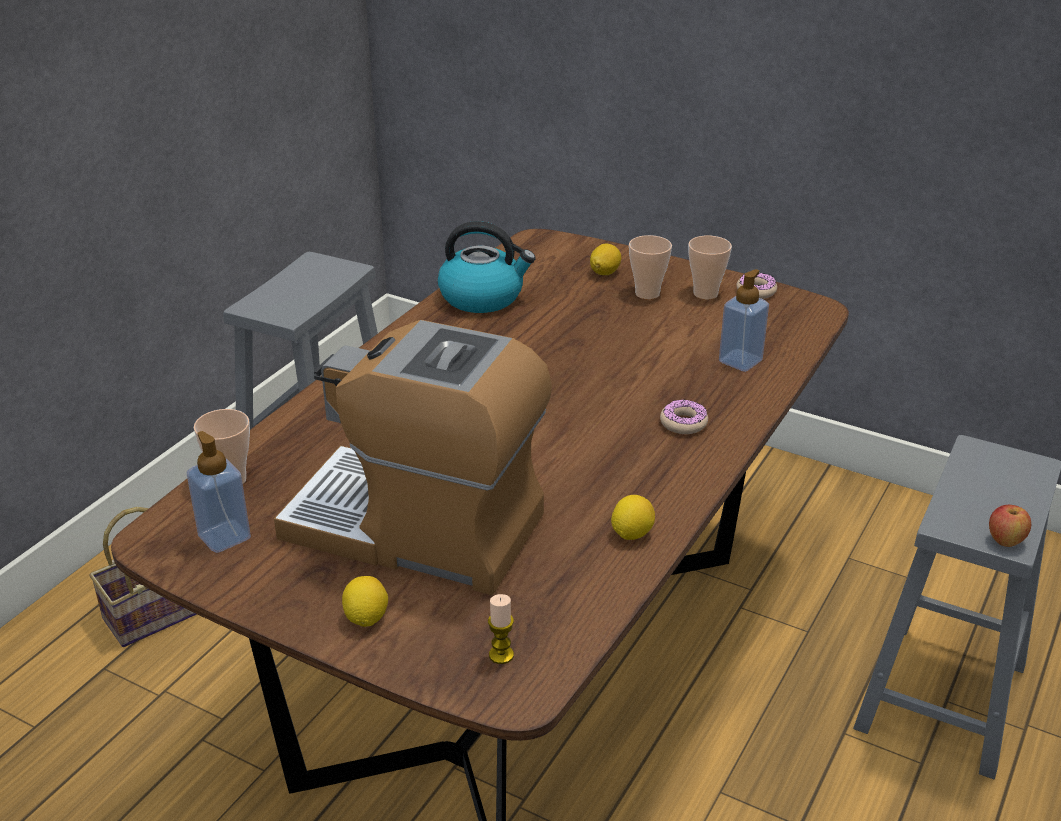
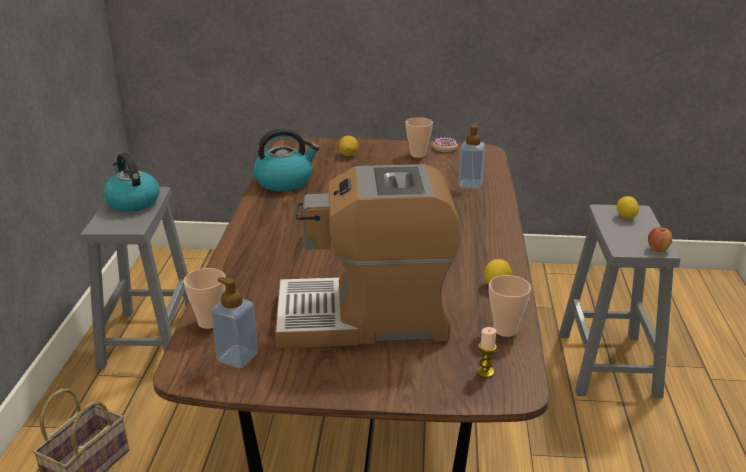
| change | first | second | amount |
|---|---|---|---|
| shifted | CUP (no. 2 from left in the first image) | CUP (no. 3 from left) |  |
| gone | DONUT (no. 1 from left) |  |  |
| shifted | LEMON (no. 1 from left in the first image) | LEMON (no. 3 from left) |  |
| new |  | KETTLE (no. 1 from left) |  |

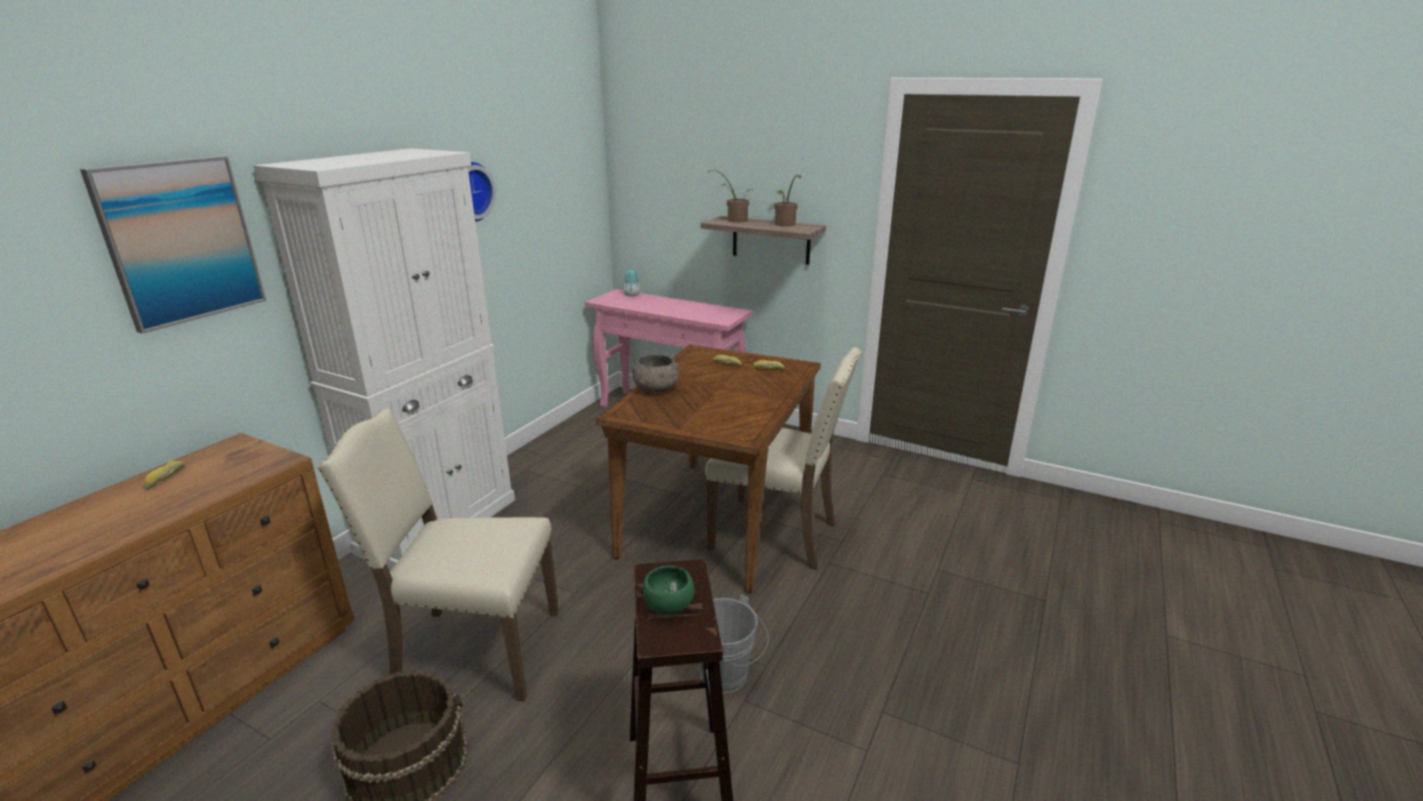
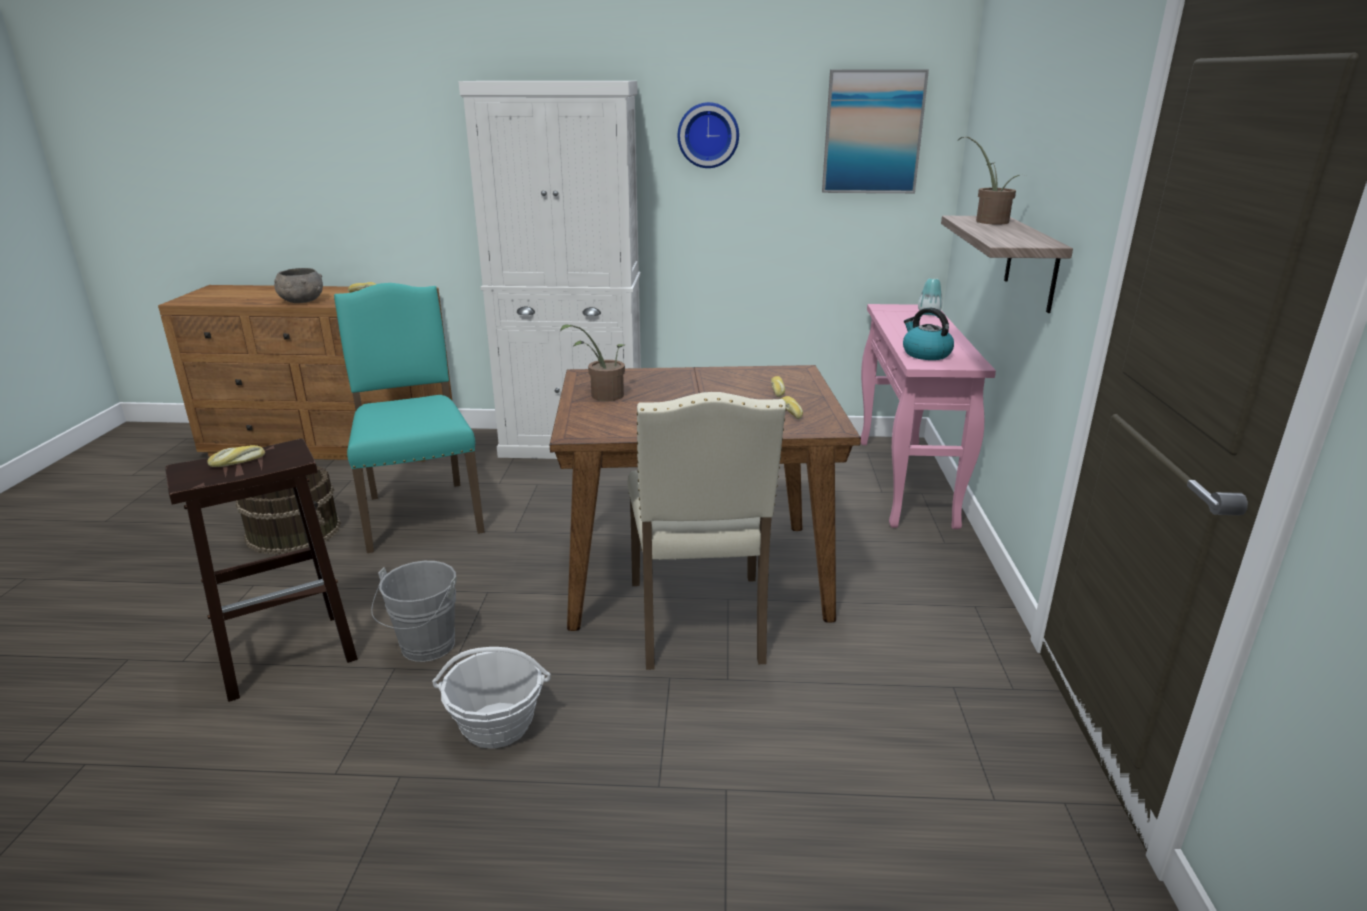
| change | first | second | amount |
|---|---|---|---|
| shifted | PICTURE |  |  |
| shifted | POTTED PLANT (no. 2 from left in the first image) | POTTED PLANT (no. 1 from left) |  |
| shifted | GREY BOWL |  |  |
| repainted | BEIGE CHAIR (no. 1 from left) | TURQUOISE CHAIR |  |
| swapped | GREEN BOWL | BREAD (no. 1 from left) |  |
| new |  | KETTLE |  |
| new |  | BASKET |  |

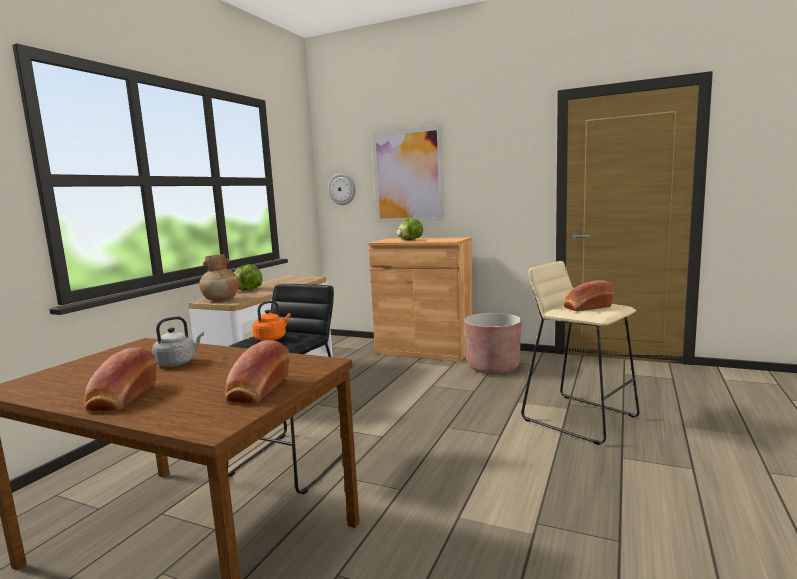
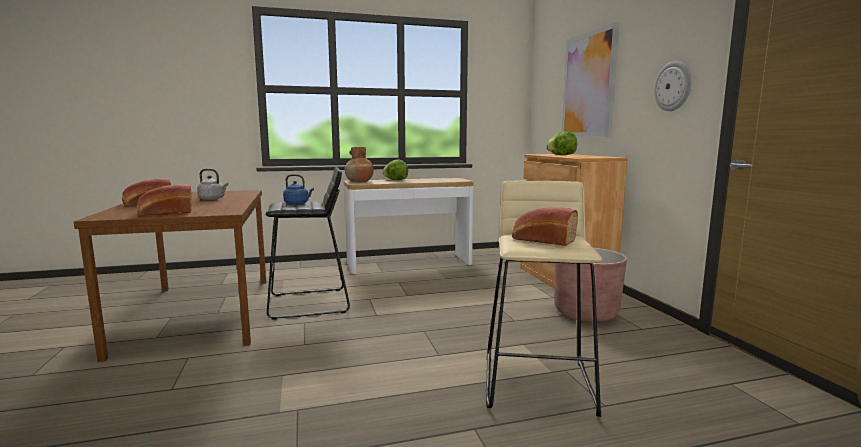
| change | first | second | amount |
|---|---|---|---|
| shifted | WALL CLOCK |  |  |
| repainted | ORANGE KETTLE | BLUE KETTLE |  |

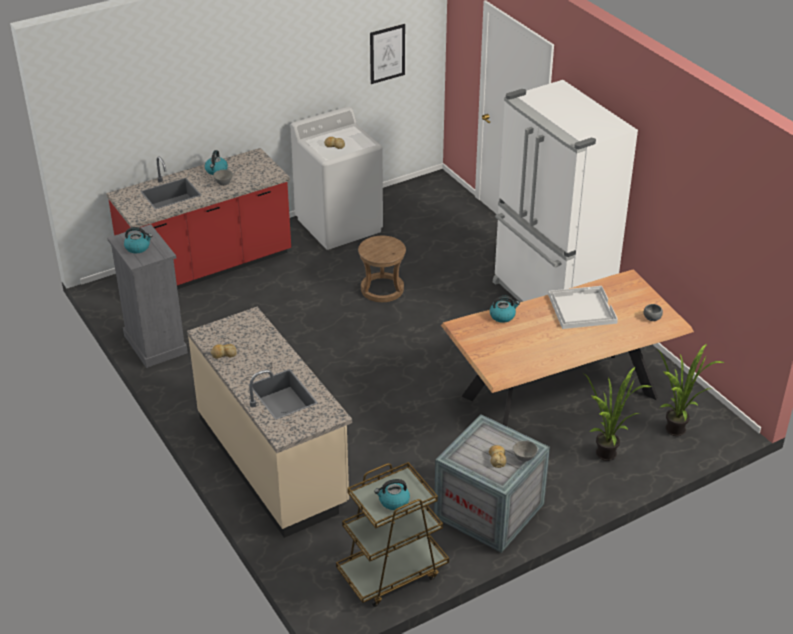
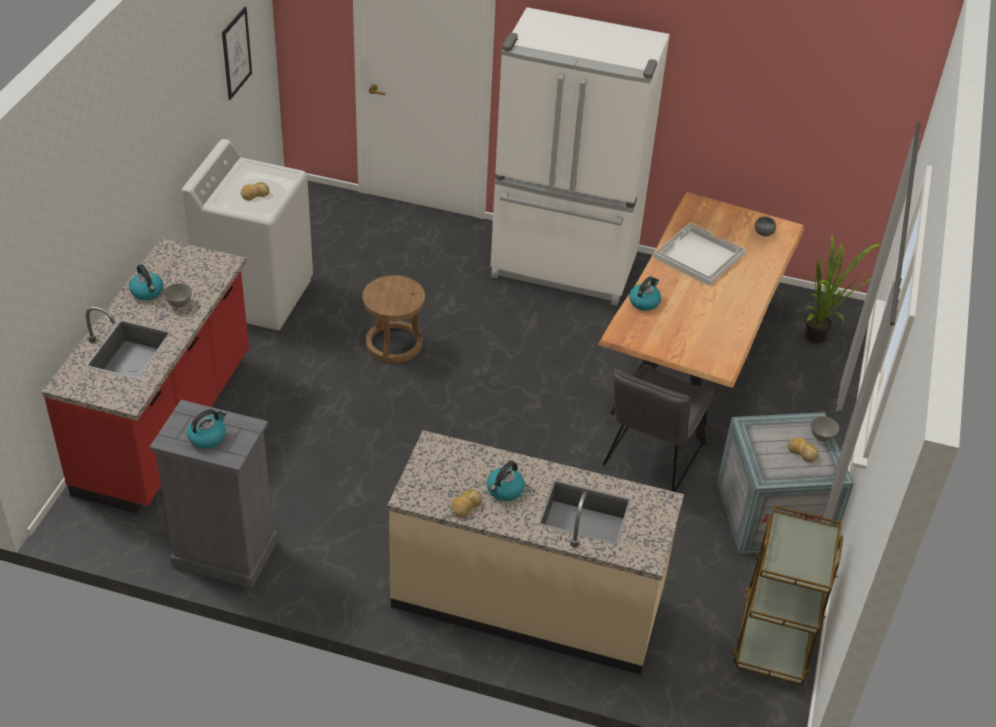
| change | first | second | amount |
|---|---|---|---|
| gone | POTTED PLANT (no. 1 from left) |  |  |
| shifted | KETTLE (no. 3 from left) |  |  |
| new |  | GREY CHAIR |  |

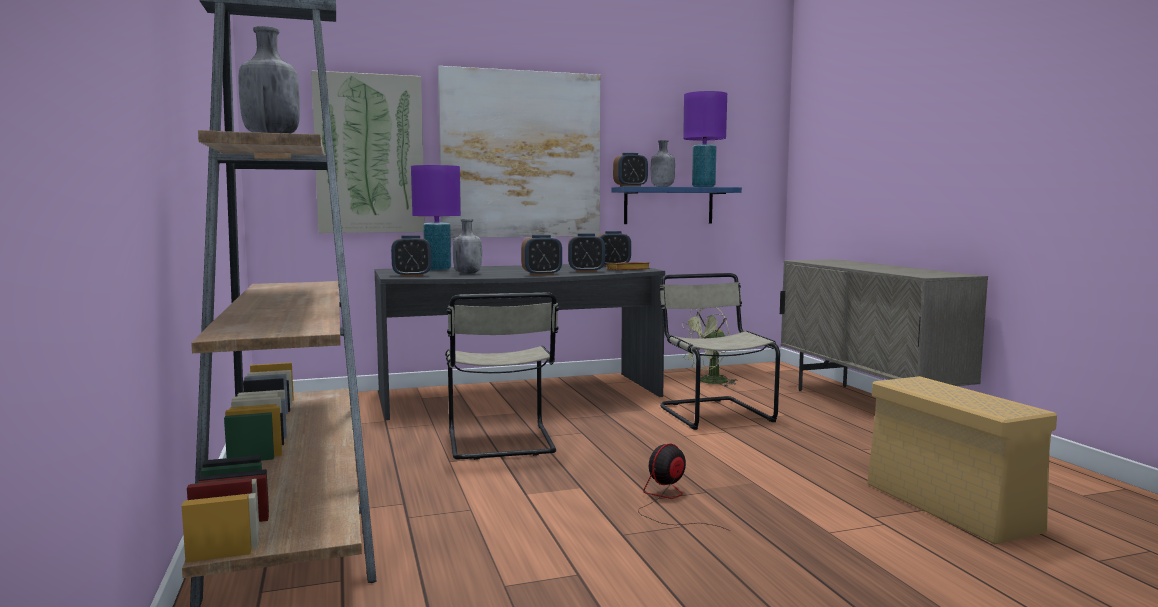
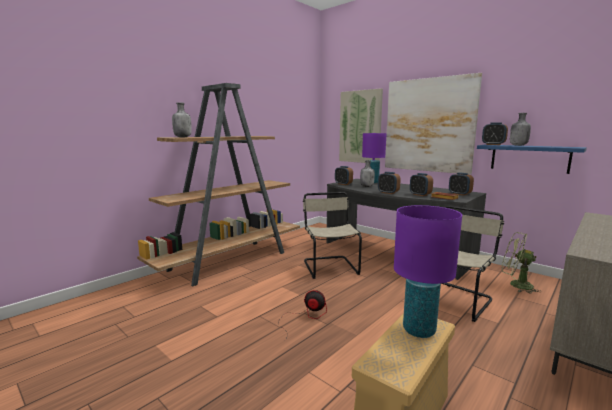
| change | first | second | amount |
|---|---|---|---|
| shifted | PURPLE TABLE LAMP (no. 2 from left) |  |  |
| rotated | BEIGE CHAIR (no. 1 from left) |  | 120 degrees clockwise |

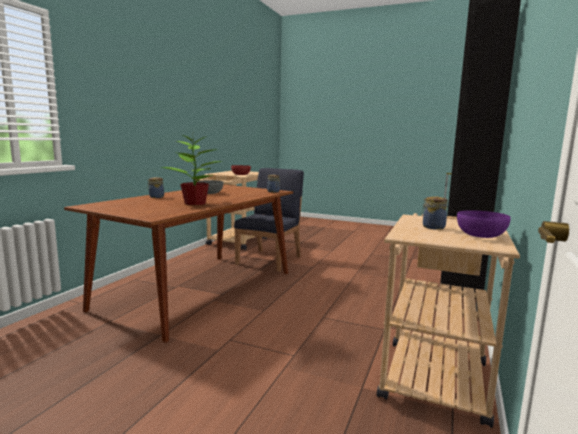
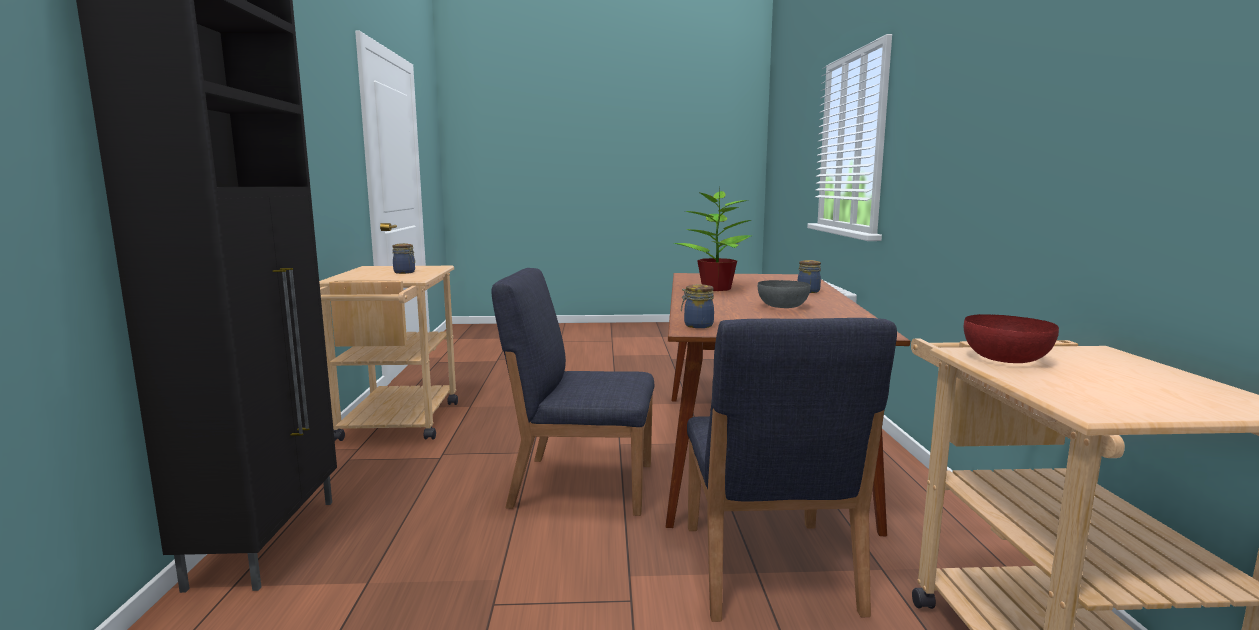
| change | first | second | amount |
|---|---|---|---|
| gone | PURPLE BOWL |  |  |
| new |  | BLUE CHAIR (no. 1 from left) |  |

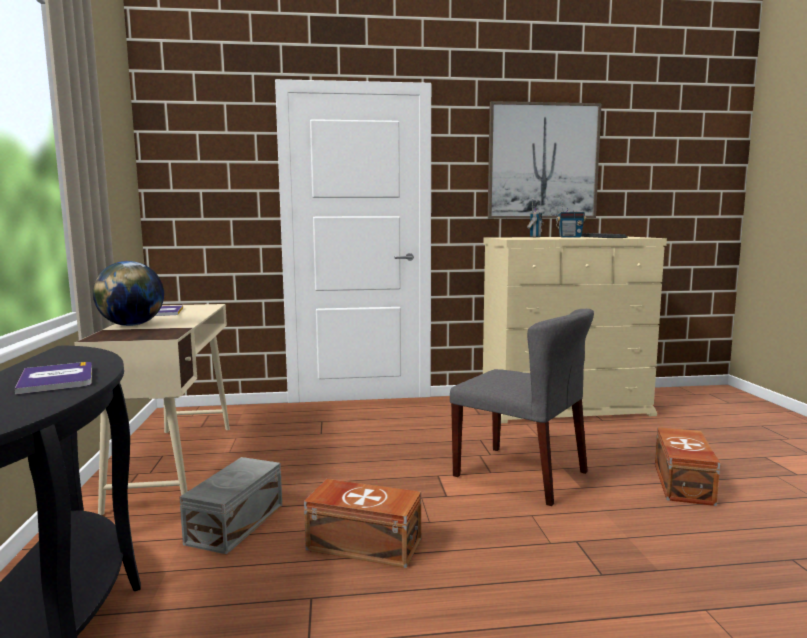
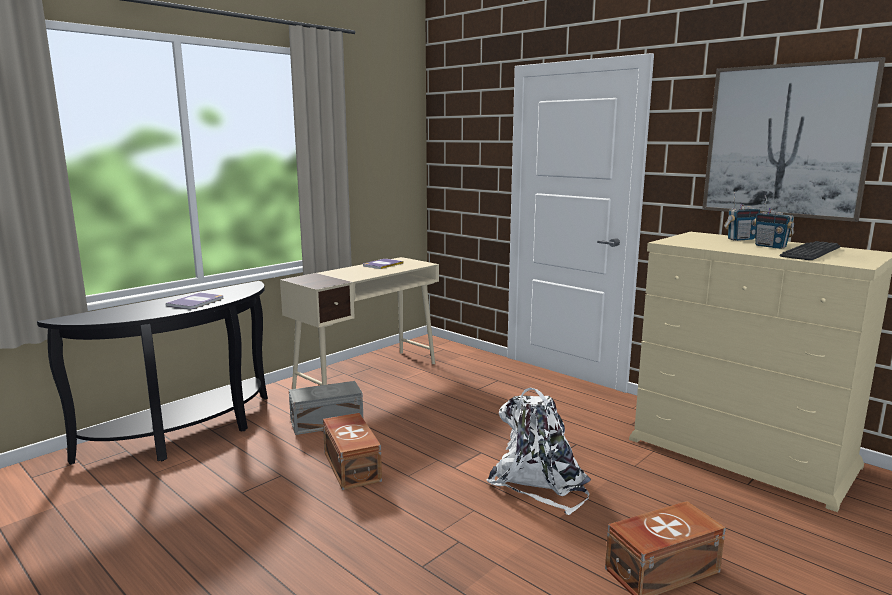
| change | first | second | amount |
|---|---|---|---|
| gone | GLOBE |  |  |
| swapped | GREY CHAIR | WHITE BACKPACK |  |

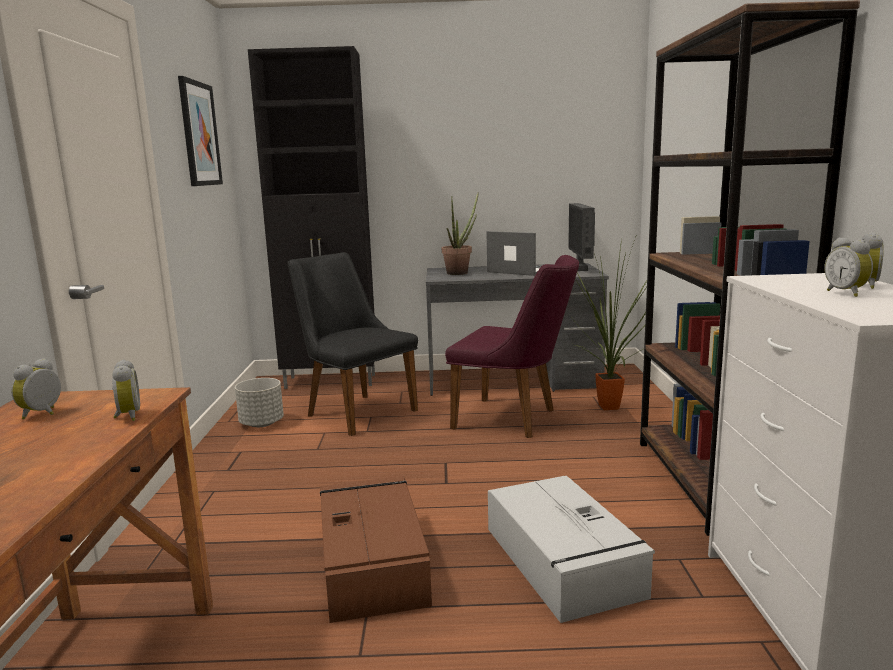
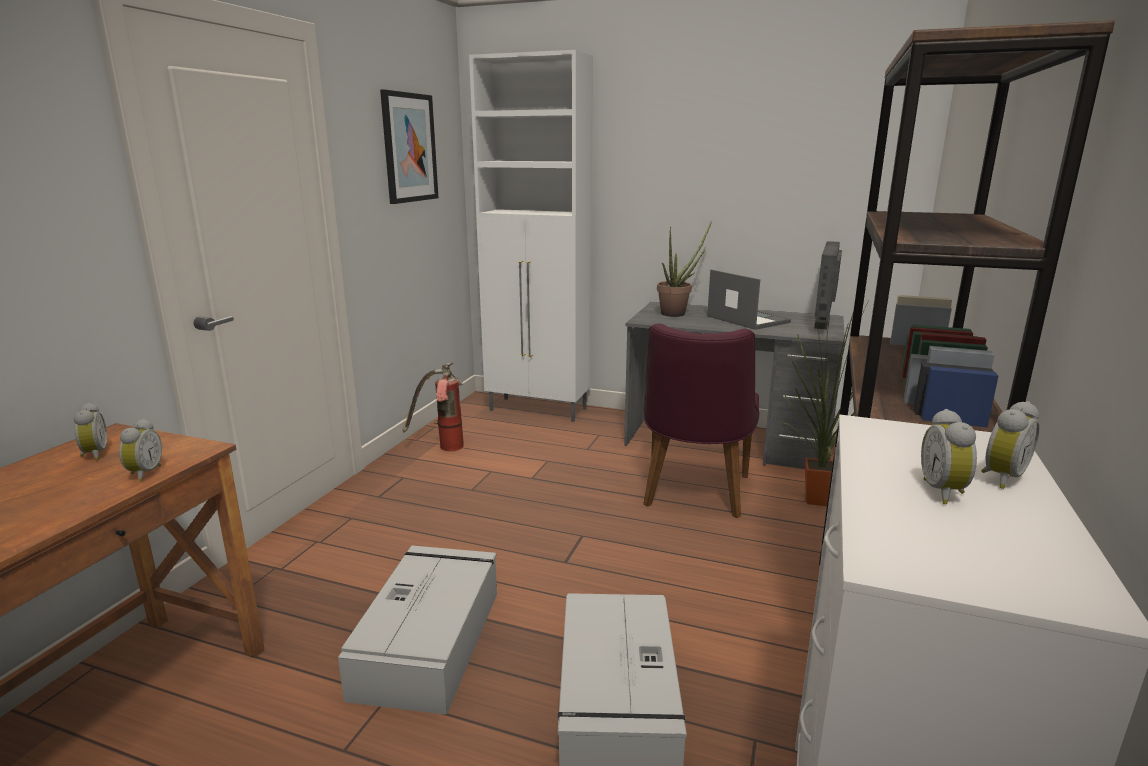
| change | first | second | amount |
|---|---|---|---|
| repainted | BLACK CABINET | WHITE CABINET |  |
| gone | BLACK CHAIR |  |  |
| rotated | PURPLE CHAIR |  | 60 degrees clockwise |
| rotated | ALARM CLOCK (no. 1 from left) |  | 120 degrees clockwise |
| swapped | GREY PLANTER | FIRE EXTINGUISHER |  |
| repainted | BROWN STORAGE BOX | GREY STORAGE BOX (no. 1 from left) |  |

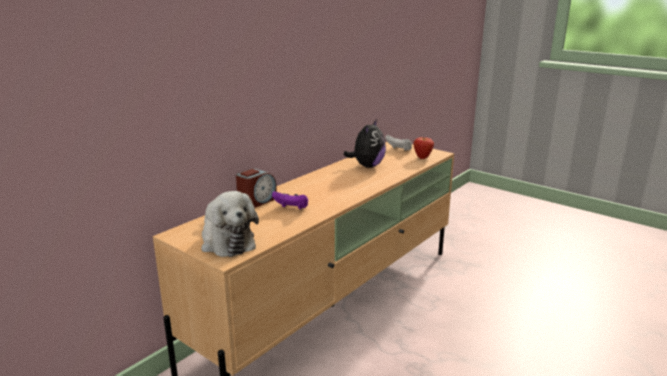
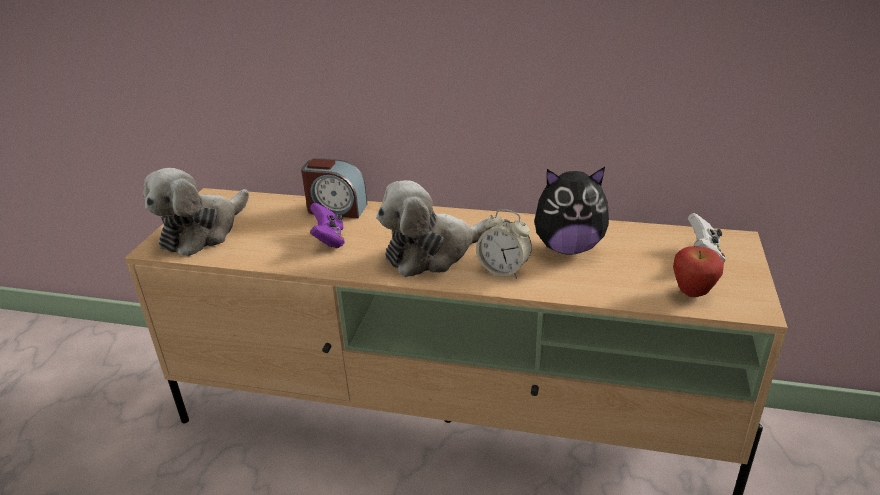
| change | first | second | amount |
|---|---|---|---|
| new |  | PLUSH TOY (no. 2 from left) |  |
| new |  | ALARM CLOCK (no. 2 from left) |  |

